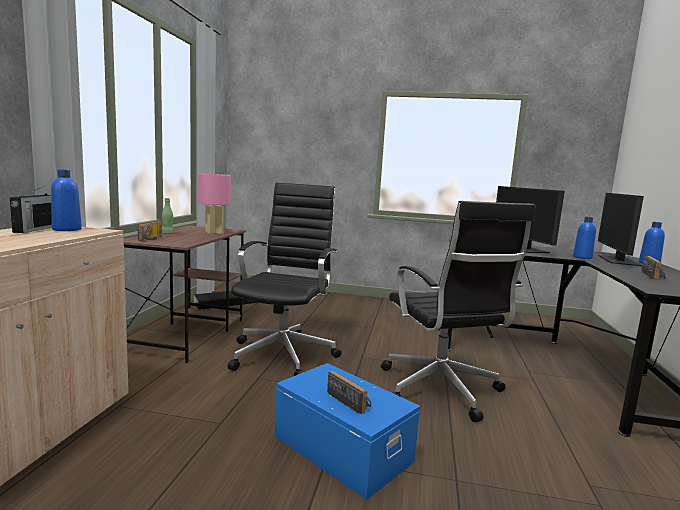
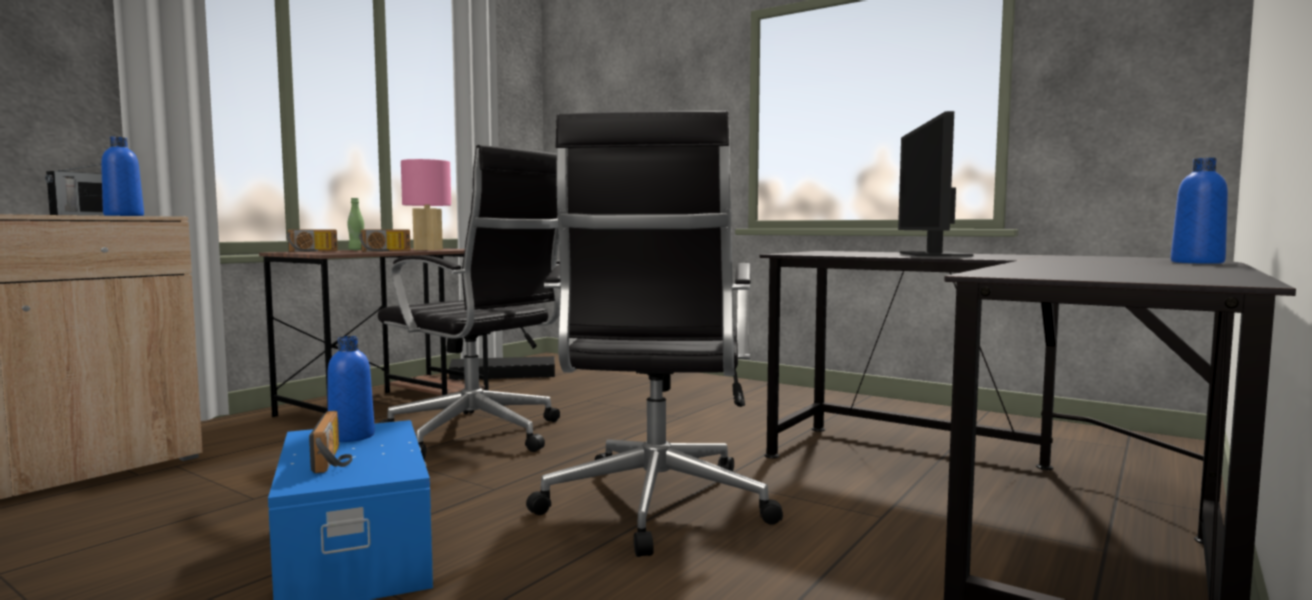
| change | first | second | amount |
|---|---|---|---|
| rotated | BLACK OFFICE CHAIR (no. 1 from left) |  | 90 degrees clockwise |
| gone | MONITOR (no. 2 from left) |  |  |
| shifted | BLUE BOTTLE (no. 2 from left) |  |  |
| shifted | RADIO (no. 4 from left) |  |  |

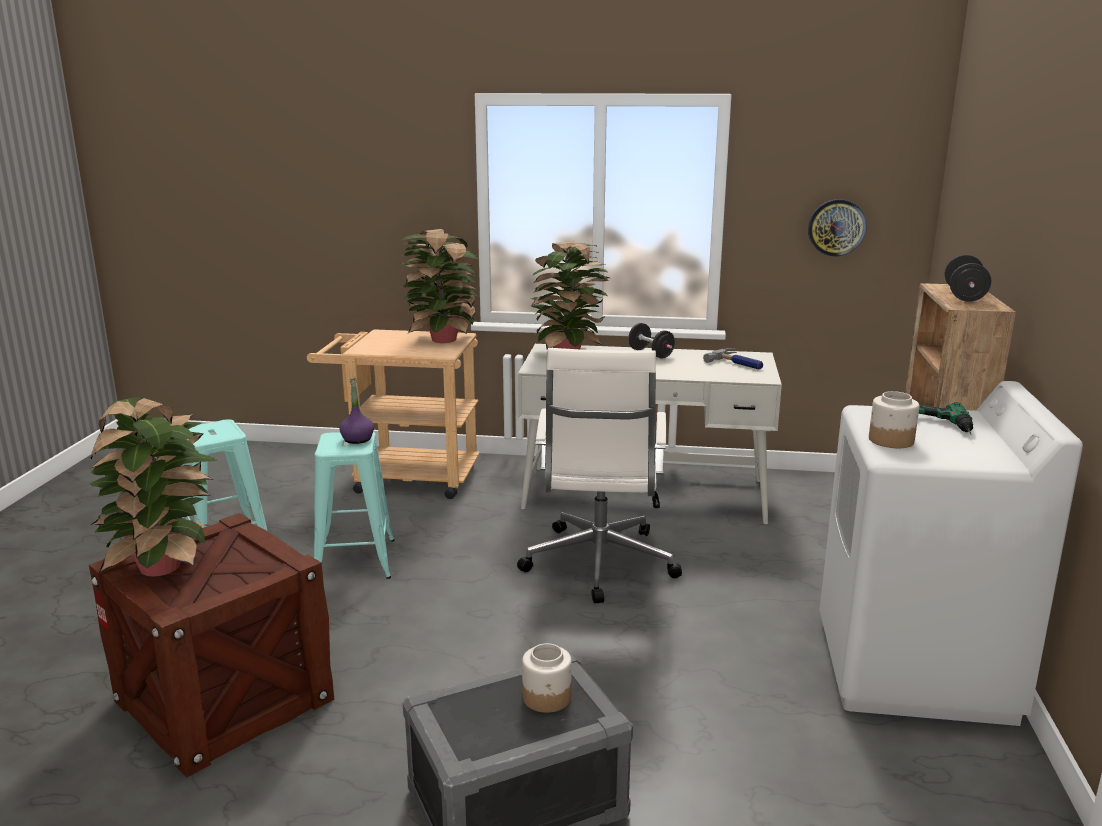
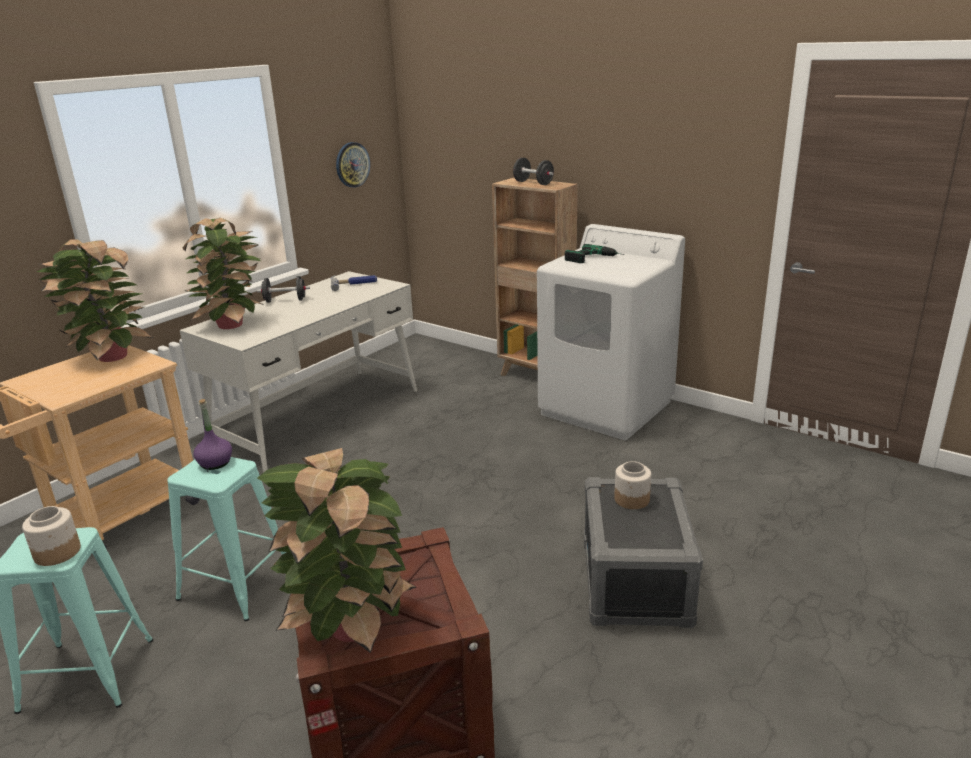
| change | first | second | amount |
|---|---|---|---|
| gone | WHITE OFFICE CHAIR |  |  |
| shifted | JAR (no. 2 from left in the first image) | JAR (no. 1 from left) |  |

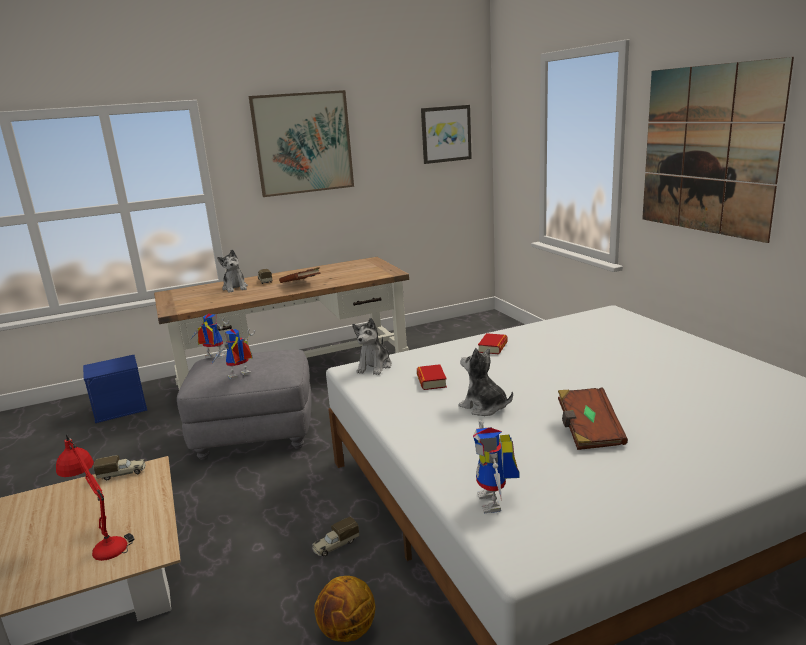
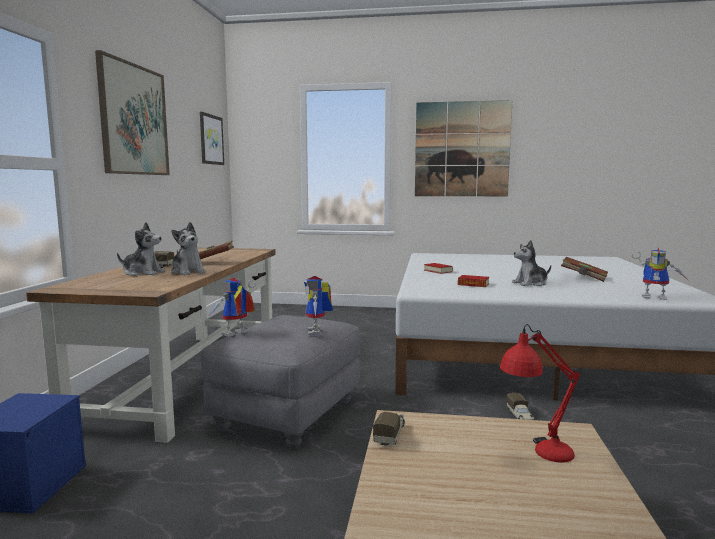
| change | first | second | amount |
|---|---|---|---|
| shifted | PLUSH TOY (no. 2 from left) |  |  |
| gone | BASKETBALL |  |  |

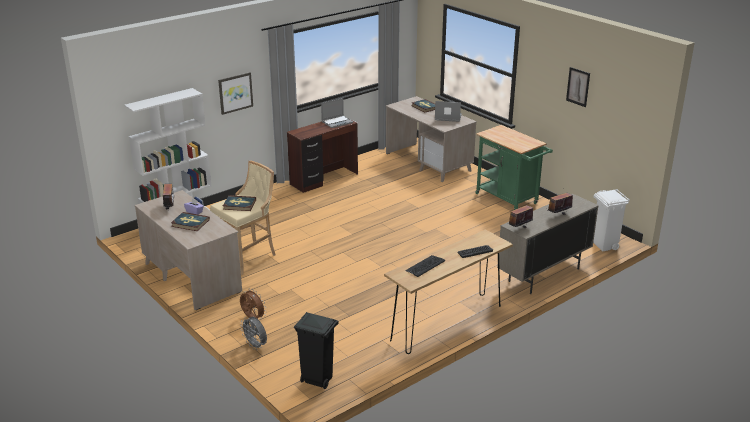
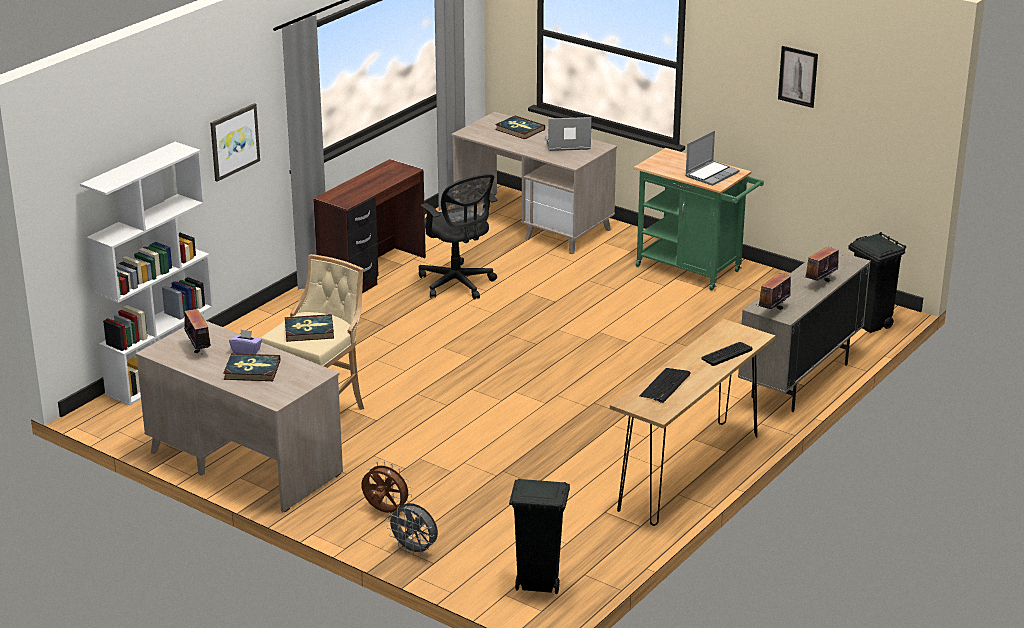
| change | first | second | amount |
|---|---|---|---|
| shifted | LAPTOP (no. 1 from left in the first image) | LAPTOP (no. 2 from left) |  |
| repainted | WHITE TRASH CAN | BLACK TRASH CAN (no. 2 from left) |  |
| new |  | BLACK OFFICE CHAIR |  |

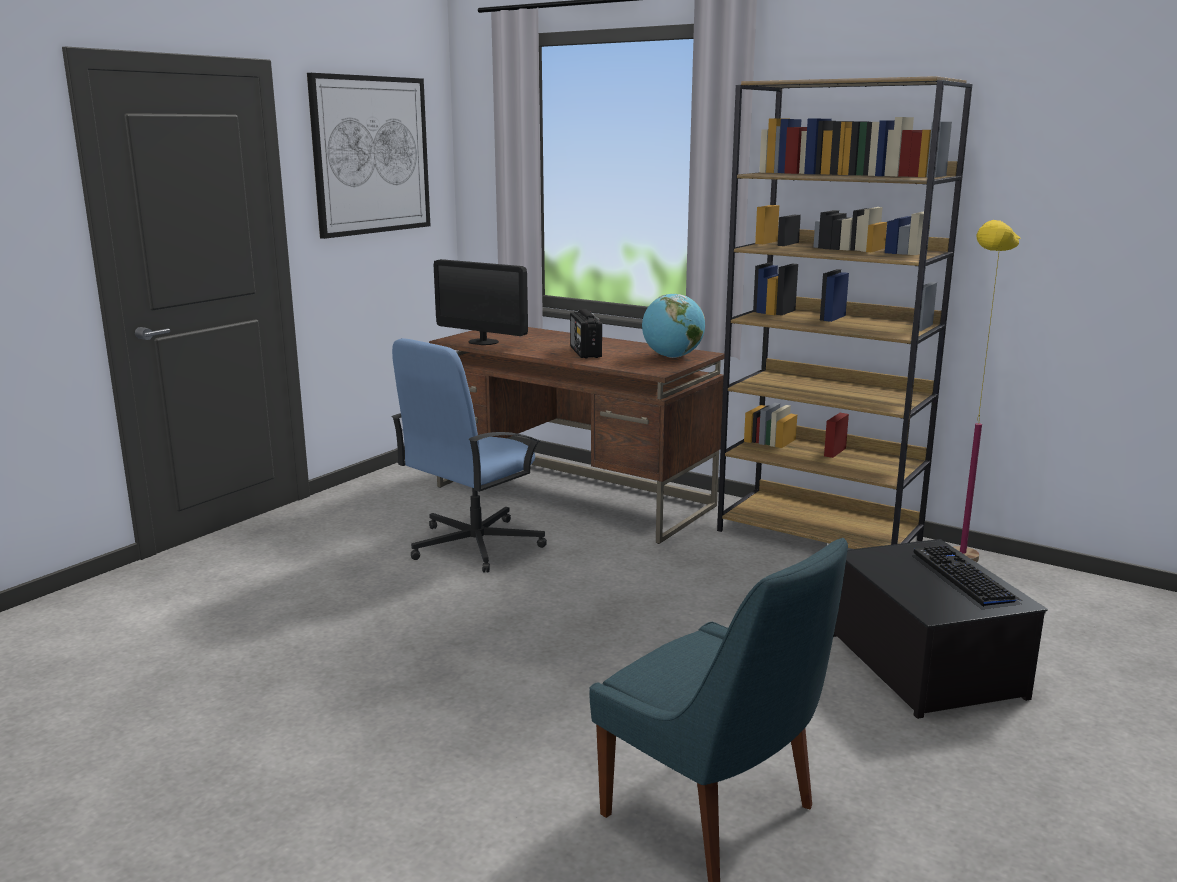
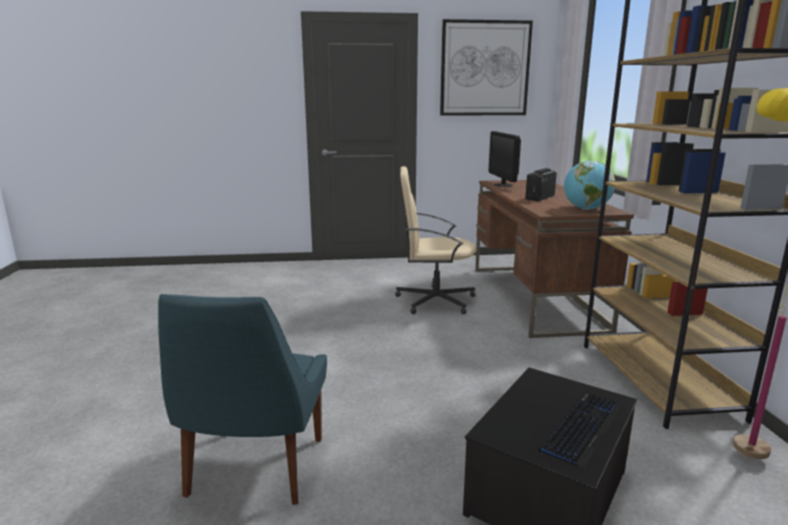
| change | first | second | amount |
|---|---|---|---|
| repainted | BLUE OFFICE CHAIR | BEIGE OFFICE CHAIR |  |

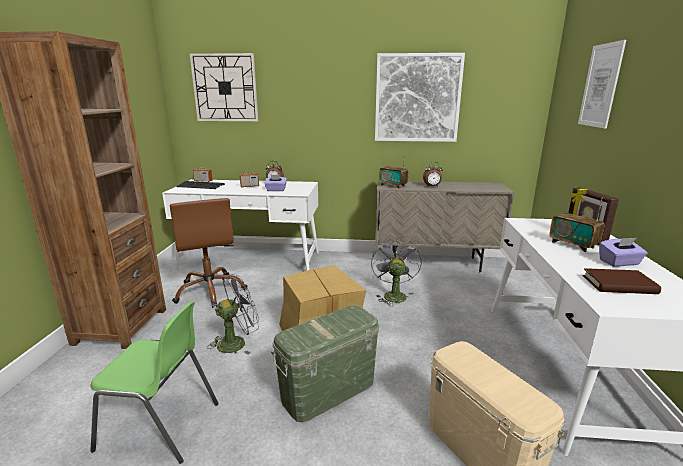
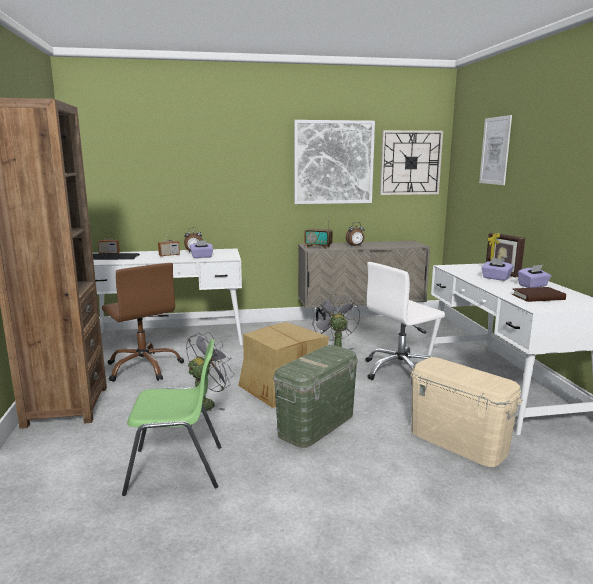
| change | first | second | amount |
|---|---|---|---|
| shifted | WALL CLOCK |  |  |
| swapped | RADIO (no. 4 from left) | PURPLE TISSUE BOX (no. 2 from left) |  |
| new |  | WHITE OFFICE CHAIR |  |

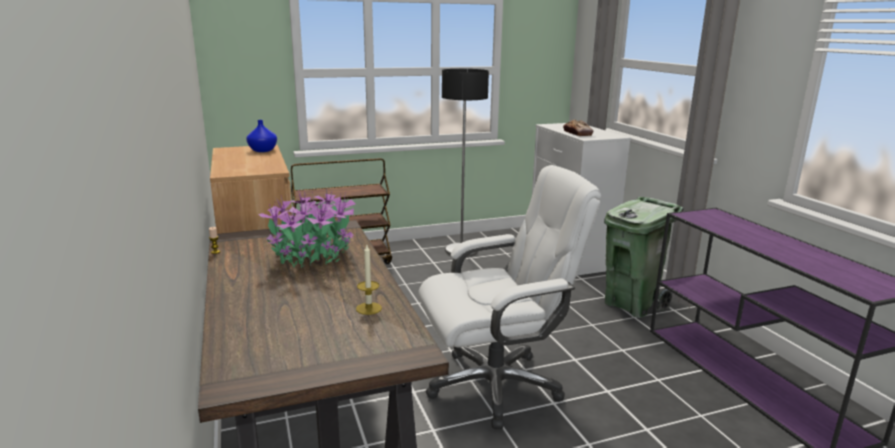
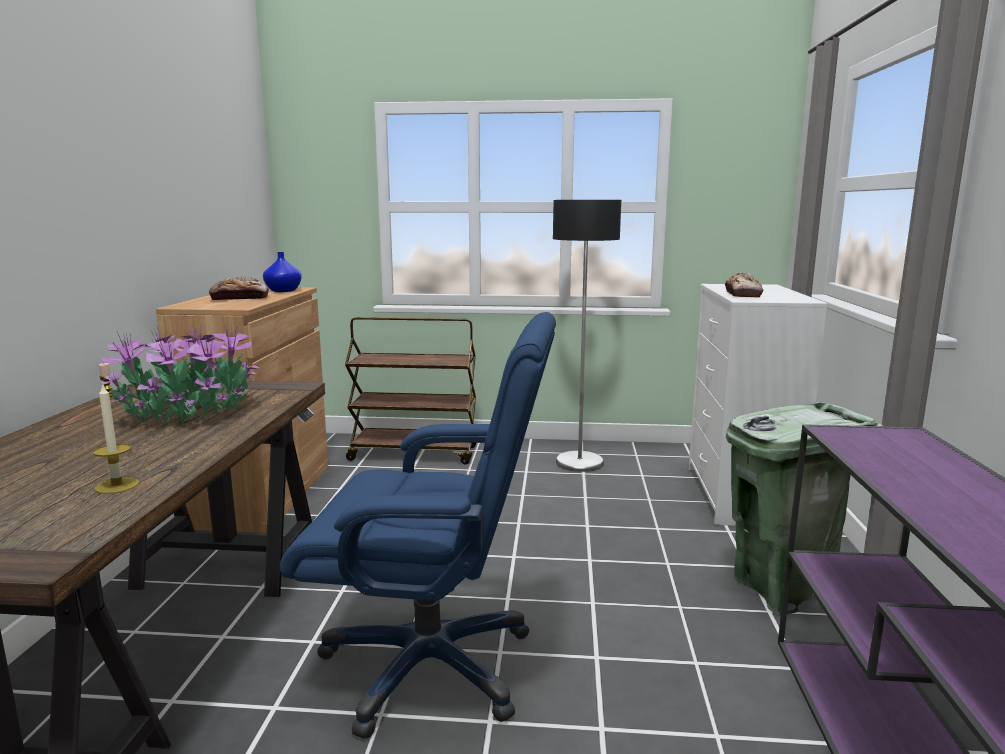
| change | first | second | amount |
|---|---|---|---|
| repainted | WHITE OFFICE CHAIR | BLUE OFFICE CHAIR |  |
| new |  | BREAD (no. 1 from left) |  |

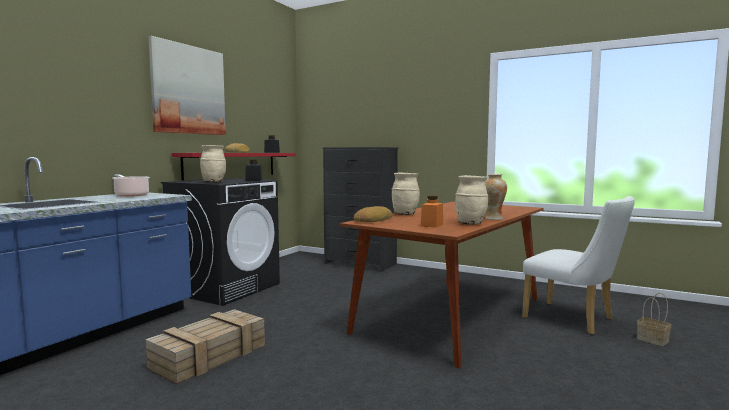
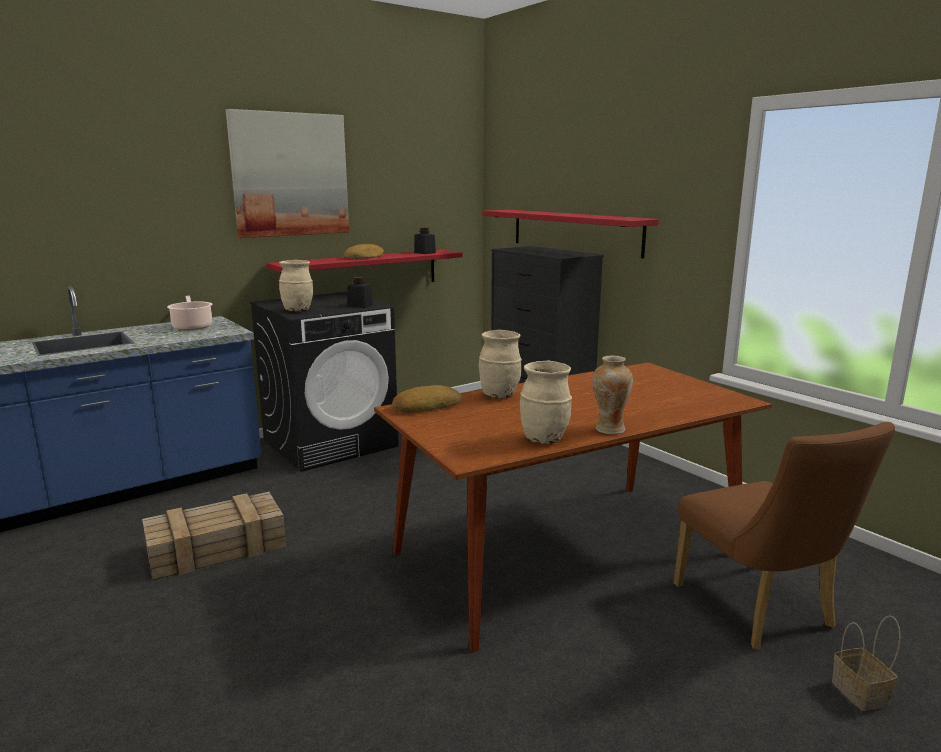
| change | first | second | amount |
|---|---|---|---|
| gone | ORANGE JAR |  |  |
| repainted | WHITE CHAIR | BROWN CHAIR |  |
| new |  | RED SHELF (no. 2 from left) |  |

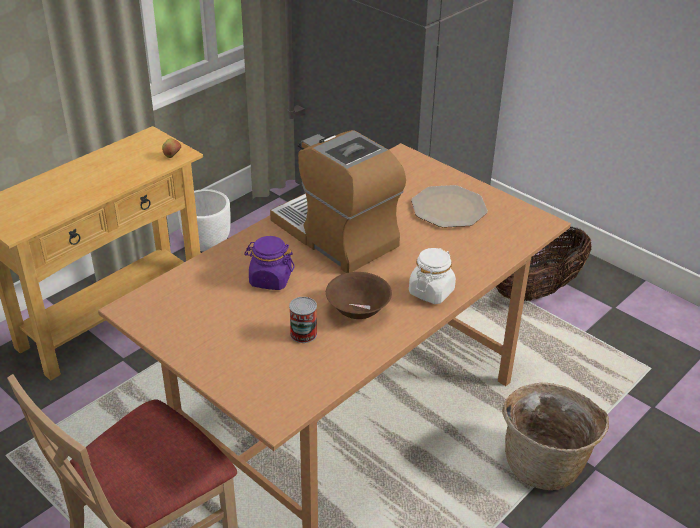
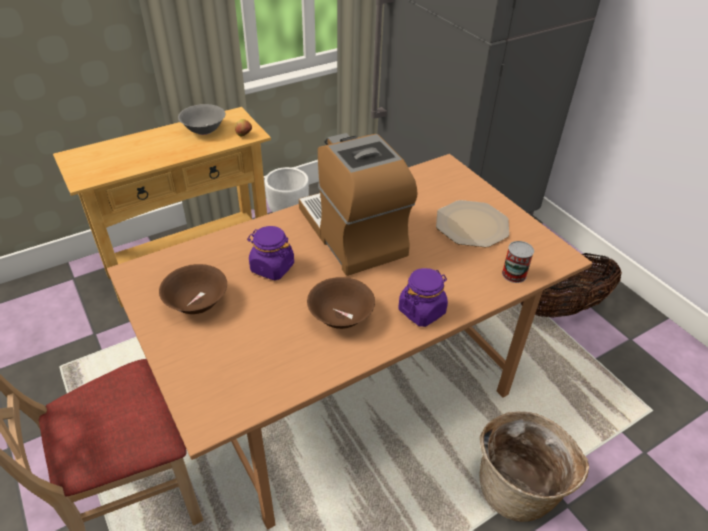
| change | first | second | amount |
|---|---|---|---|
| repainted | WHITE JAR | PURPLE JAR (no. 2 from left) |  |
| shifted | CAN |  |  |
| new |  | GREY BOWL |  |
| new |  | BROWN BOWL (no. 1 from left) |  |

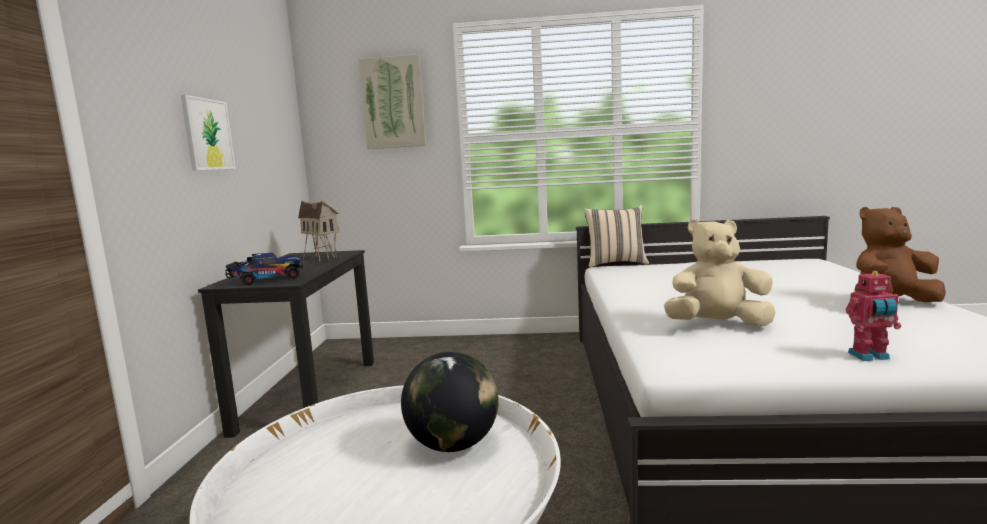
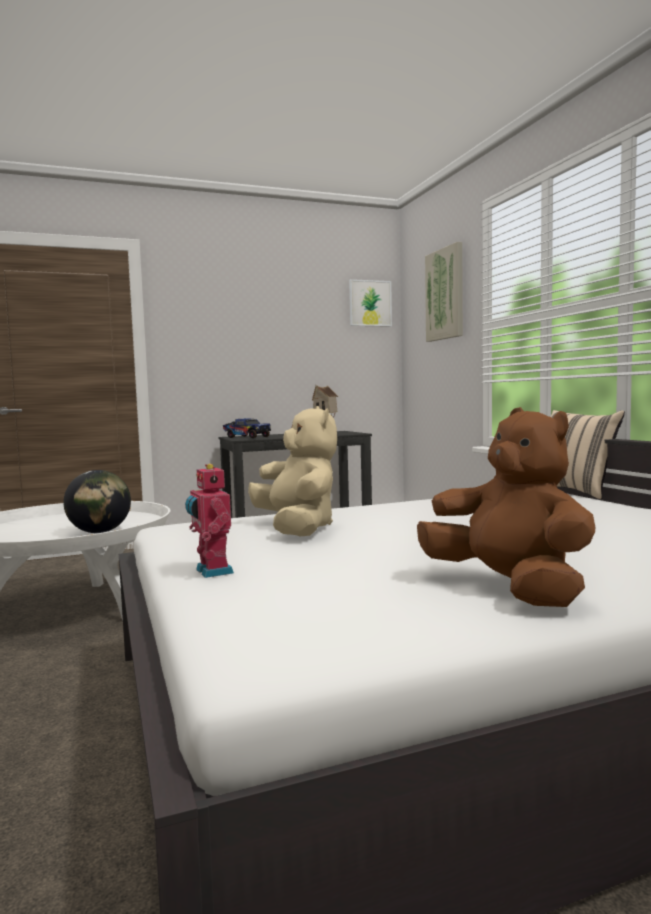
| change | first | second | amount |
|---|---|---|---|
| shifted | PICTURE (no. 1 from left) |  |  |

